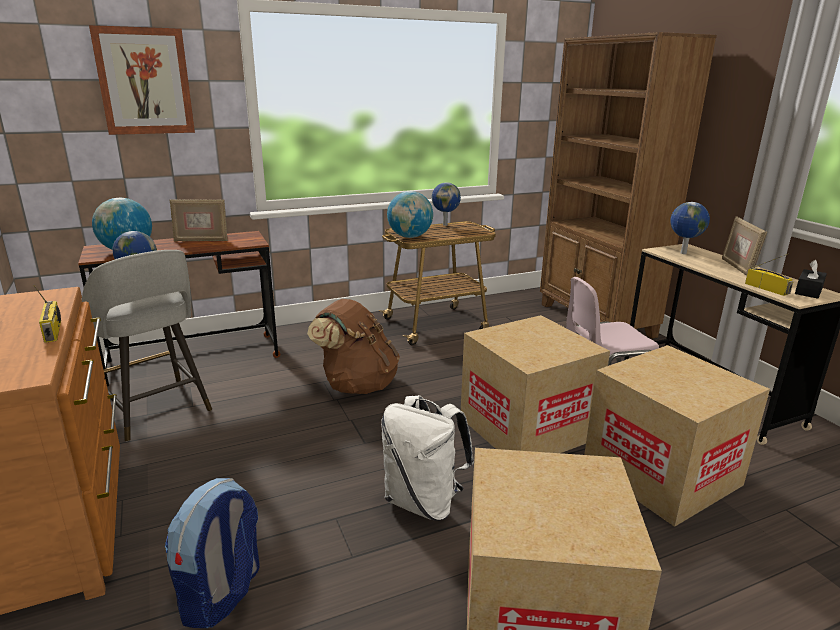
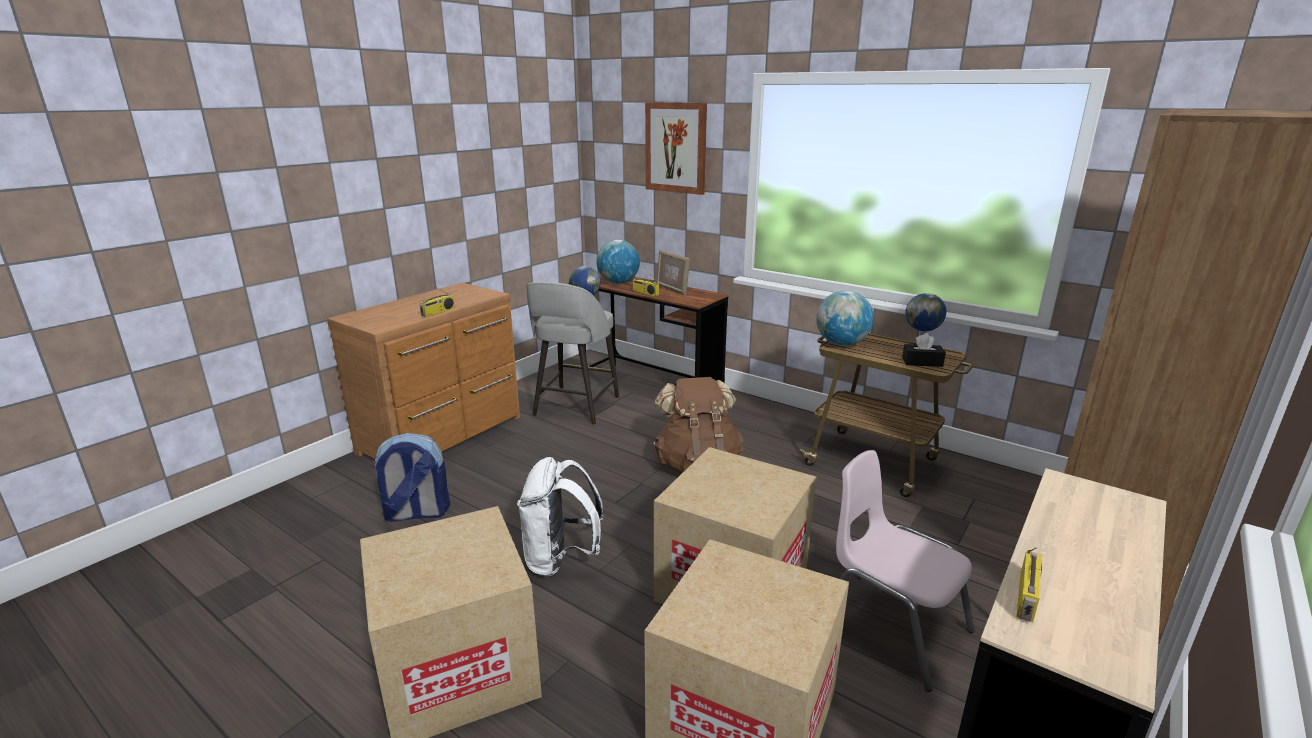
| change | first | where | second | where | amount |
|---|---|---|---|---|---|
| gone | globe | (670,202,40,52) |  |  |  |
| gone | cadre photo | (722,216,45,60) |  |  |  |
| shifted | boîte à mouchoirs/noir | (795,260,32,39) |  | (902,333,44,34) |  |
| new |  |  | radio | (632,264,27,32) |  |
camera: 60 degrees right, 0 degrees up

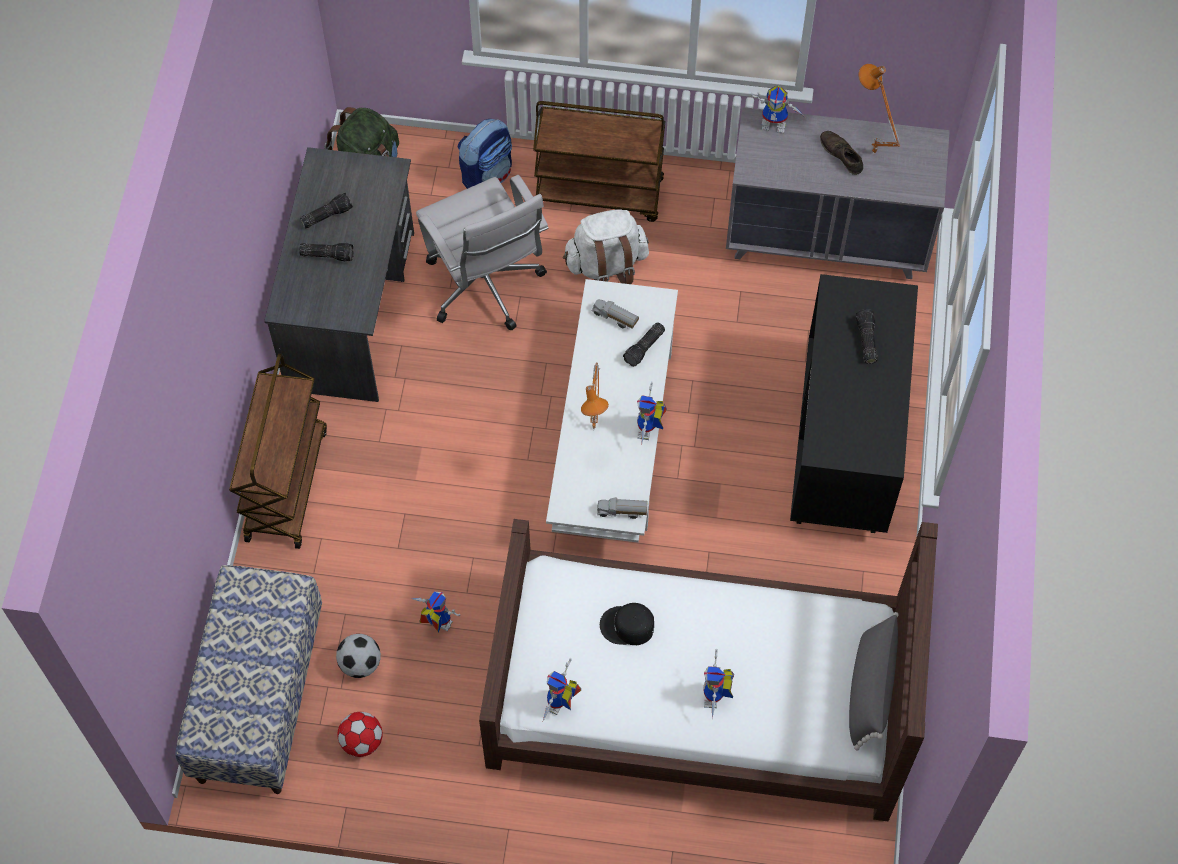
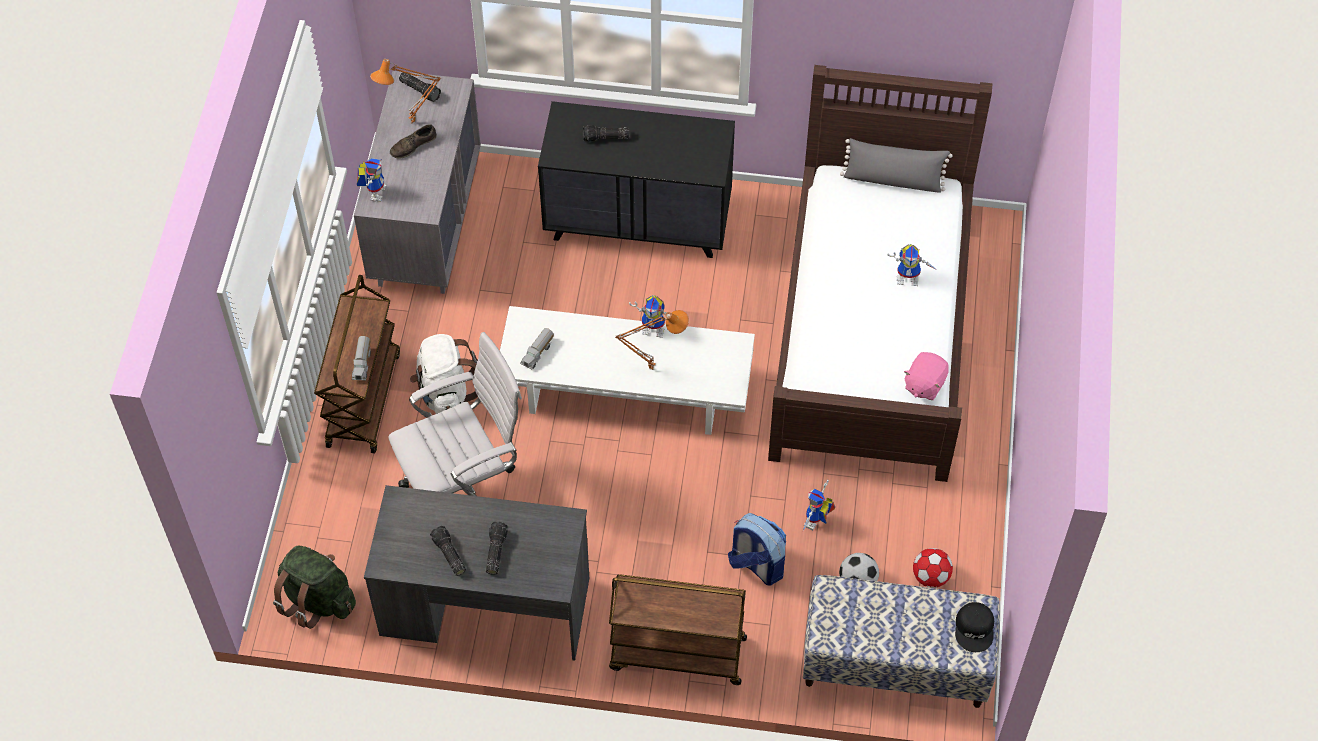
| change | first | where | second | where | amount |
|---|---|---|---|---|---|
| shifted | sac à dos | (458,119,54,70) |  | (728,513,58,73) |  |
| swapped | robot jouet | (542,658,39,65) | peluche/rose | (904,352,45,48) |  |
| shifted | camion jouet | (597,497,51,22) |  | (352,336,19,45) |  |
| shifted | casquette/noir | (600,603,54,42) |  | (955,602,39,50) |  |
| shifted | lampe de poche | (623,322,42,45) |  | (399,72,42,30) |  |
camera: 90 degrees left, 5 degrees down

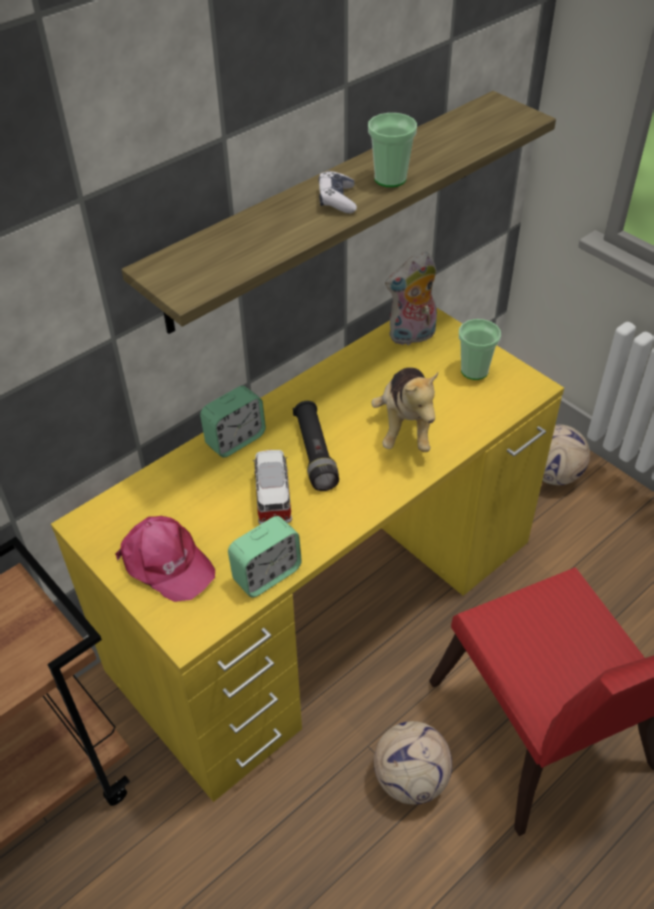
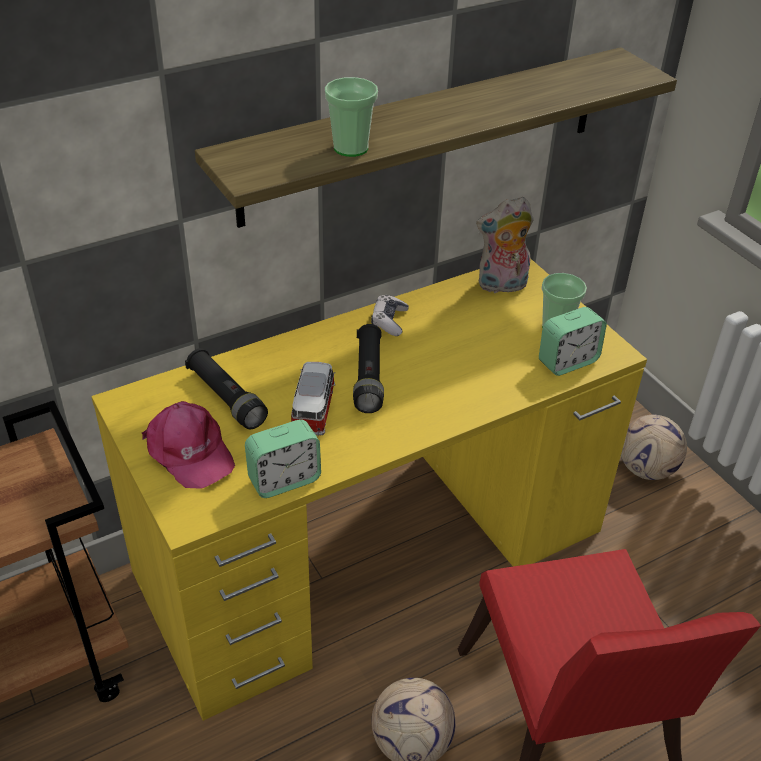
| change | first | where | second | where | amount |
|---|---|---|---|---|---|
| shifted | réveil | (200,386,66,72) |  | (539,307,68,69) |  |
| shifted | manette | (318,171,39,43) |  | (371,295,38,41) |  |
| shifted | tasse | (368,113,49,74) |  | (325,77,53,80) |  |
| gone | peluche | (371,367,67,85) |  |  |  |
| new |  |  | lampe de poche/noir | (185,348,83,81) |  |
camera: 10 degrees right, 5 degrees down

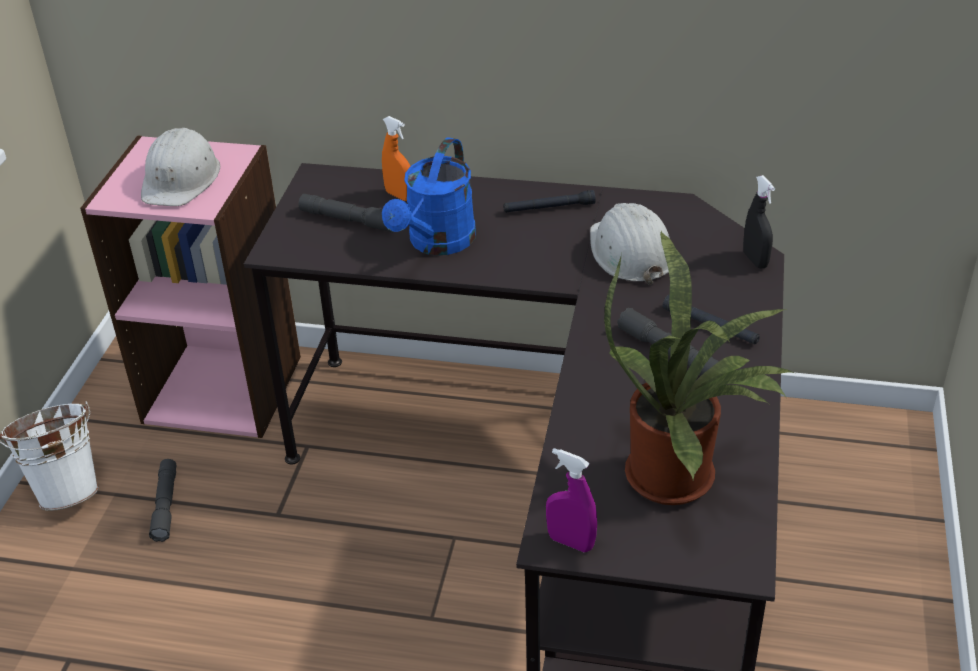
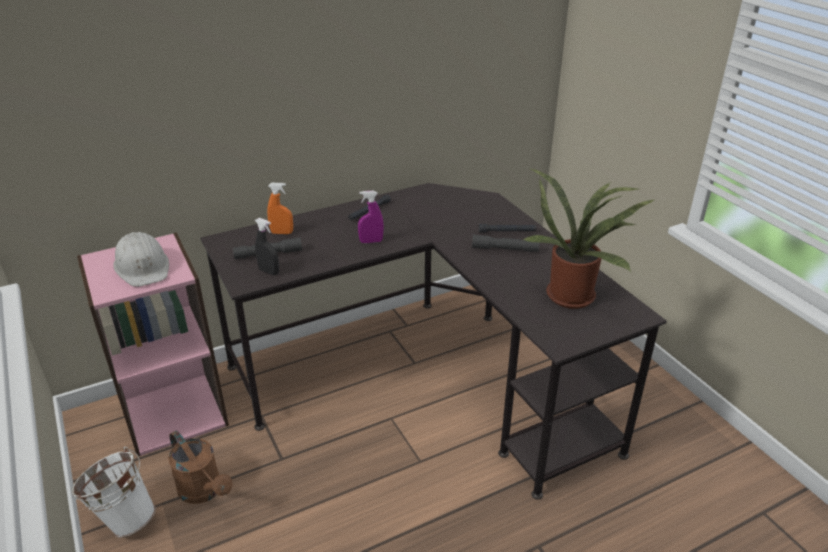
| change | first | where | second | where | amount |
|---|---|---|---|---|---|
| swapped | lampe de poche/gris | (149,459,27,83) | arrosoir/marron | (168,431,64,73) |  |
| gone | arrosoir/bleu | (382,137,94,118) |  |  |  |
| shifted | vaporisateur/violet | (546,448,51,104) |  | (358,191,26,52) |  |
| gone | casque de chantier/blanc | (590,203,79,82) |  |  |  |
| shifted | vaporisateur/noir | (743,175,32,94) |  | (255,218,24,57) |  |
camera: 40 degrees left, 5 degrees down

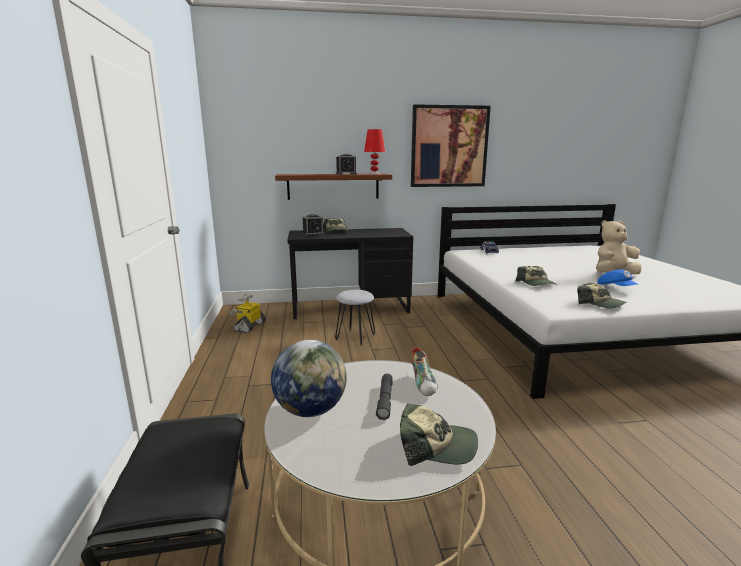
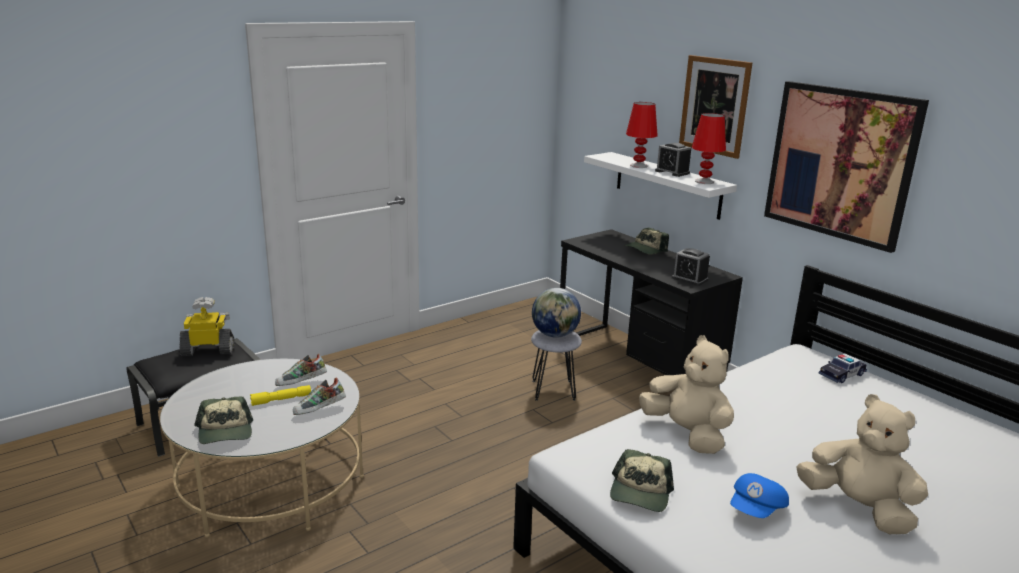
| change | first | where | second | where | amount |
|---|---|---|---|---|---|
| shifted | robot jouet | (230,294,36,39) |  | (180,297,54,59) |  |
| shifted | globe | (271,340,76,77) |  | (532,288,49,50) |  |
| repainted | étagère/marron | (275,174,117,26) | étagère/blanc | (584,152,153,68) |  |
| shifted | réveil | (302,214,23,22) |  | (672,248,38,38) |  |
| repainted | lampe de poche/gris | (376,374,17,46) | lampe de poche/jaune | (250,385,61,21) |  |
| swapped | casquette | (516,266,41,20) | peluche/beige | (639,335,95,119) |  |
| new |  |  | chaussure | (275,353,52,33) |  |
| new |  |  | lampe de table/rouge | (626,102,32,66) |  |
| new |  |  | tableau | (679,55,73,104) |  |
camera: 60 degrees right, 5 degrees up

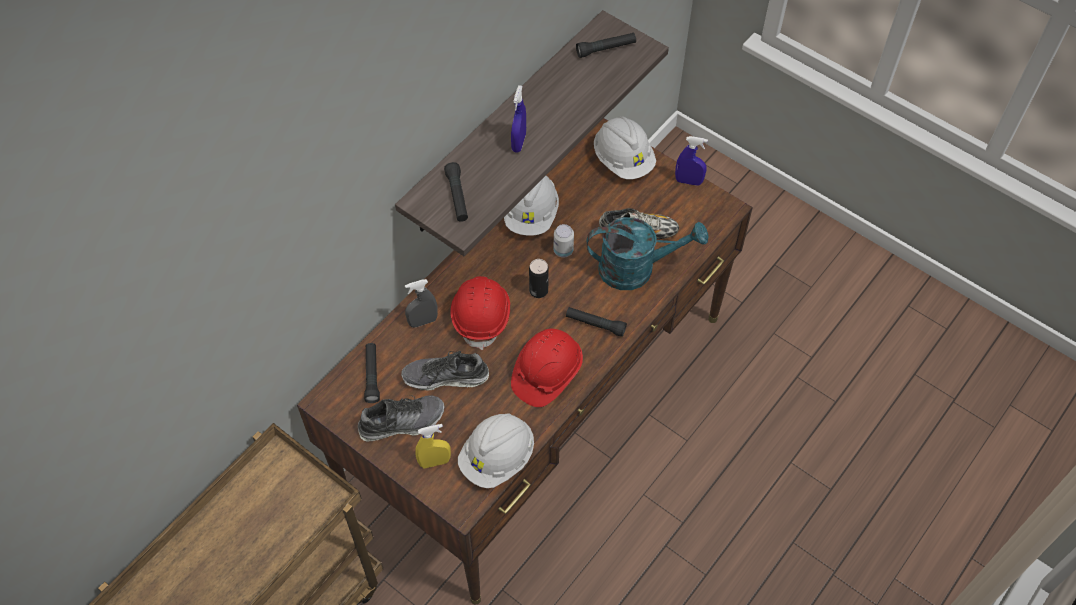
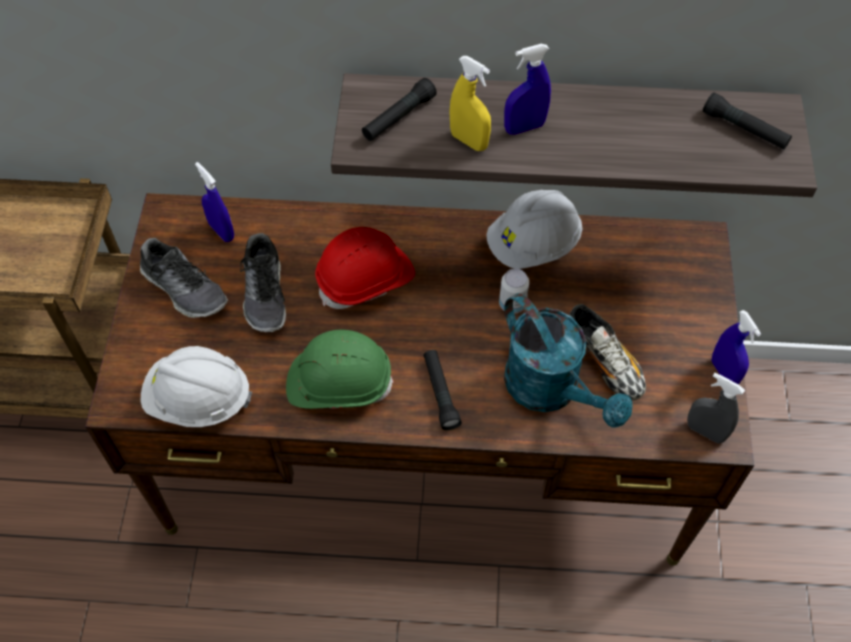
| change | first | where | second | where | amount |
|---|---|---|---|---|---|
| swapped | lampe de poche/noir | (364,343,16,60) | vaporisateur/bleu | (195,162,39,80) |  |
| rotated | chaussure | (401,351,88,39) |  | (240,233,46,99) | 150 degrees counterclockwise |
| shifted | vaporisateur/gris | (405,279,33,49) |  | (687,373,58,71) |  |
| shifted | vaporisateur/jaune | (415,424,36,44) |  | (449,56,42,95) |  |
| repainted | casque de chantier/rouge | (511,329,72,78) | casque de chantier/vert | (286,330,108,79) |  |
| gone | boîte métallique | (529,259,20,39) |  |  |  |
| gone | casque de chantier/blanc | (594,116,62,63) |  |  |  |
camera: 55 degrees right, 0 degrees up

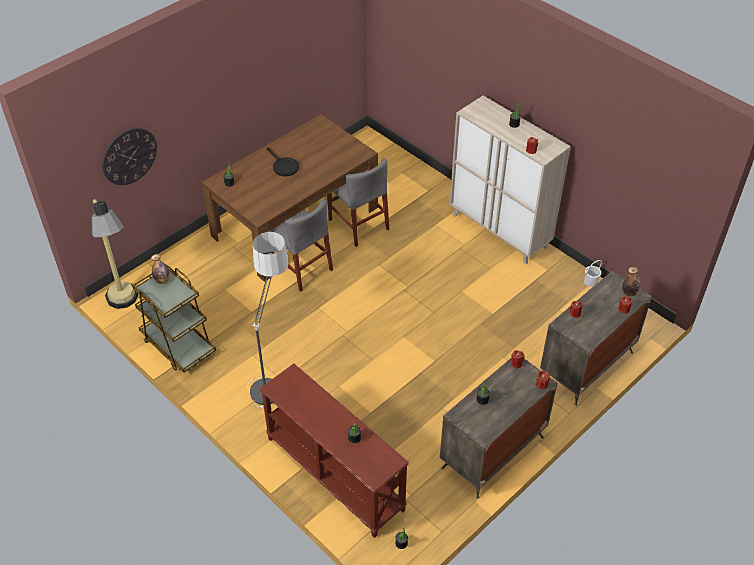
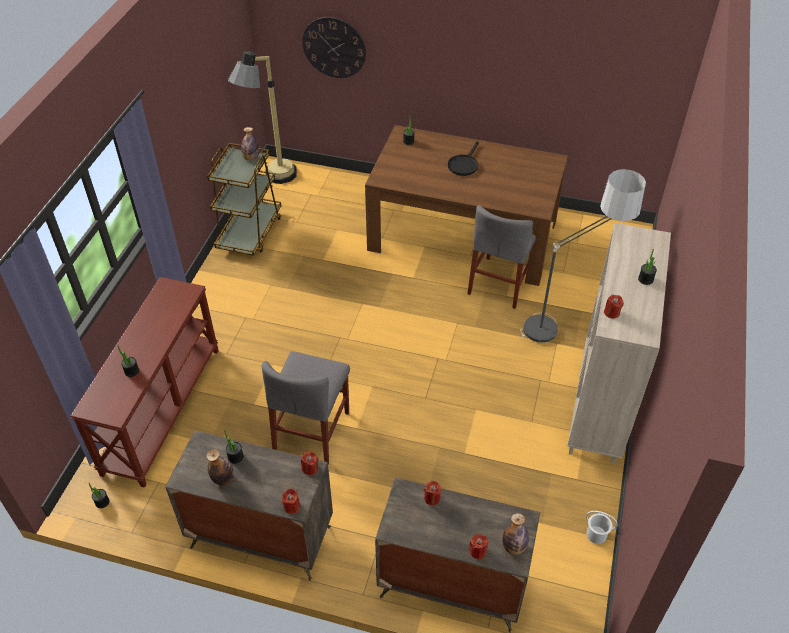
| change | first | where | second | where | amount |
|---|---|---|---|---|---|
| shifted | lampadaire | (247,232,41,176) |  | (521,169,125,174) |  |
| shifted | chaise/gris | (269,199,64,93) |  | (262,351,88,114) |  |
| new |  |  | bouteille | (206,449,28,36) |  |
camera: 60 degrees right, 0 degrees up

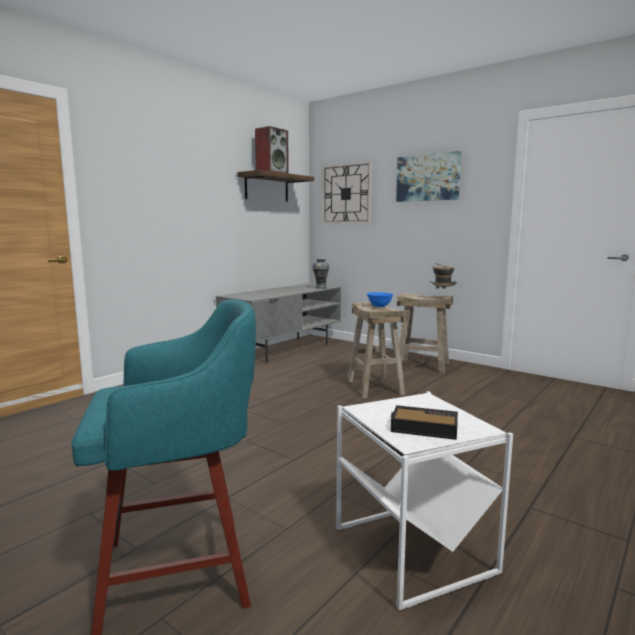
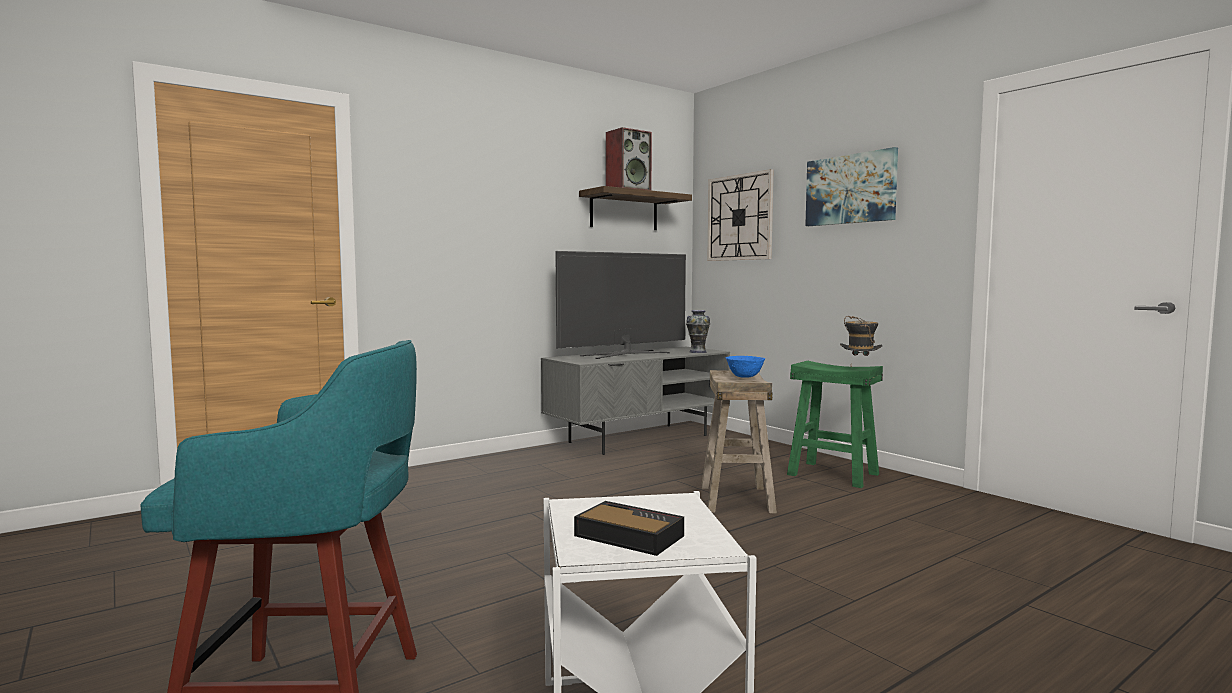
| change | first | where | second | where | amount |
|---|---|---|---|---|---|
| repainted | tabouret/beige | (397,293,56,81) | tabouret/vert | (787,361,96,127) |  |
| new |  |  | téléviseur | (555,251,131,108) |  |
camera: 15 degrees right, 5 degrees down

